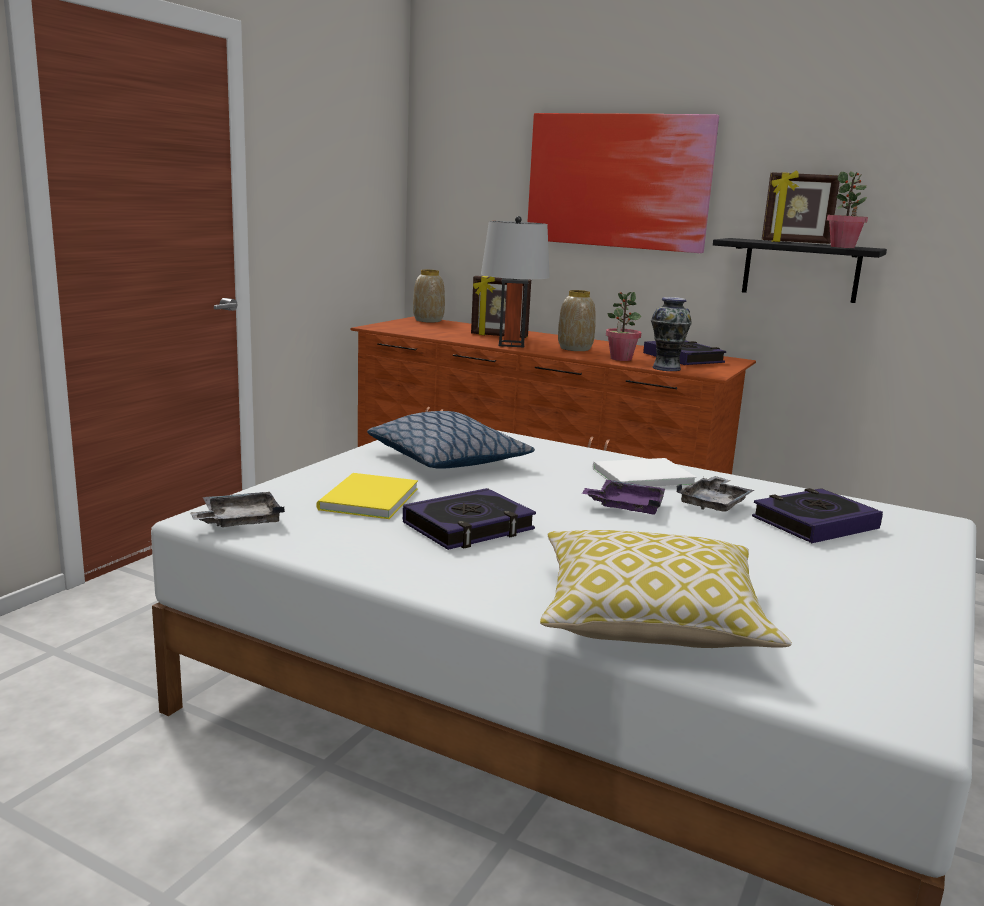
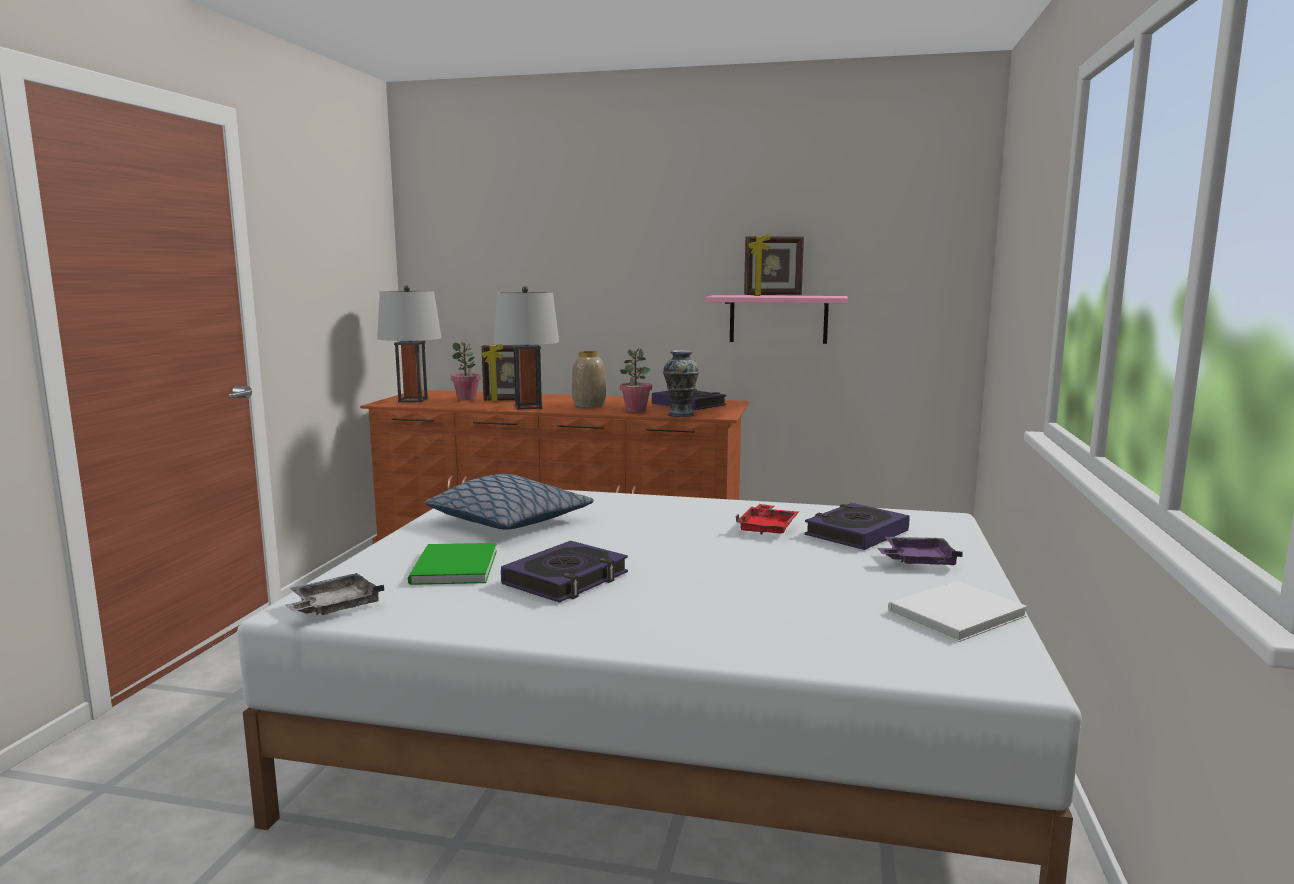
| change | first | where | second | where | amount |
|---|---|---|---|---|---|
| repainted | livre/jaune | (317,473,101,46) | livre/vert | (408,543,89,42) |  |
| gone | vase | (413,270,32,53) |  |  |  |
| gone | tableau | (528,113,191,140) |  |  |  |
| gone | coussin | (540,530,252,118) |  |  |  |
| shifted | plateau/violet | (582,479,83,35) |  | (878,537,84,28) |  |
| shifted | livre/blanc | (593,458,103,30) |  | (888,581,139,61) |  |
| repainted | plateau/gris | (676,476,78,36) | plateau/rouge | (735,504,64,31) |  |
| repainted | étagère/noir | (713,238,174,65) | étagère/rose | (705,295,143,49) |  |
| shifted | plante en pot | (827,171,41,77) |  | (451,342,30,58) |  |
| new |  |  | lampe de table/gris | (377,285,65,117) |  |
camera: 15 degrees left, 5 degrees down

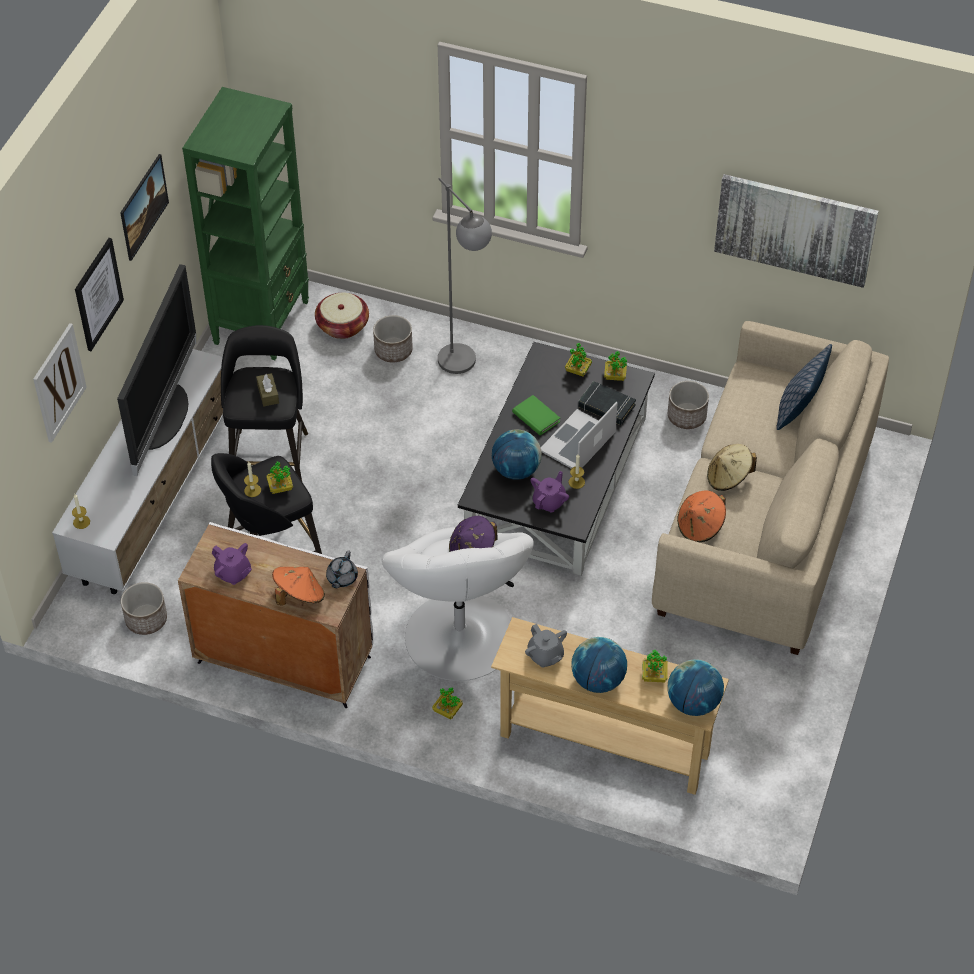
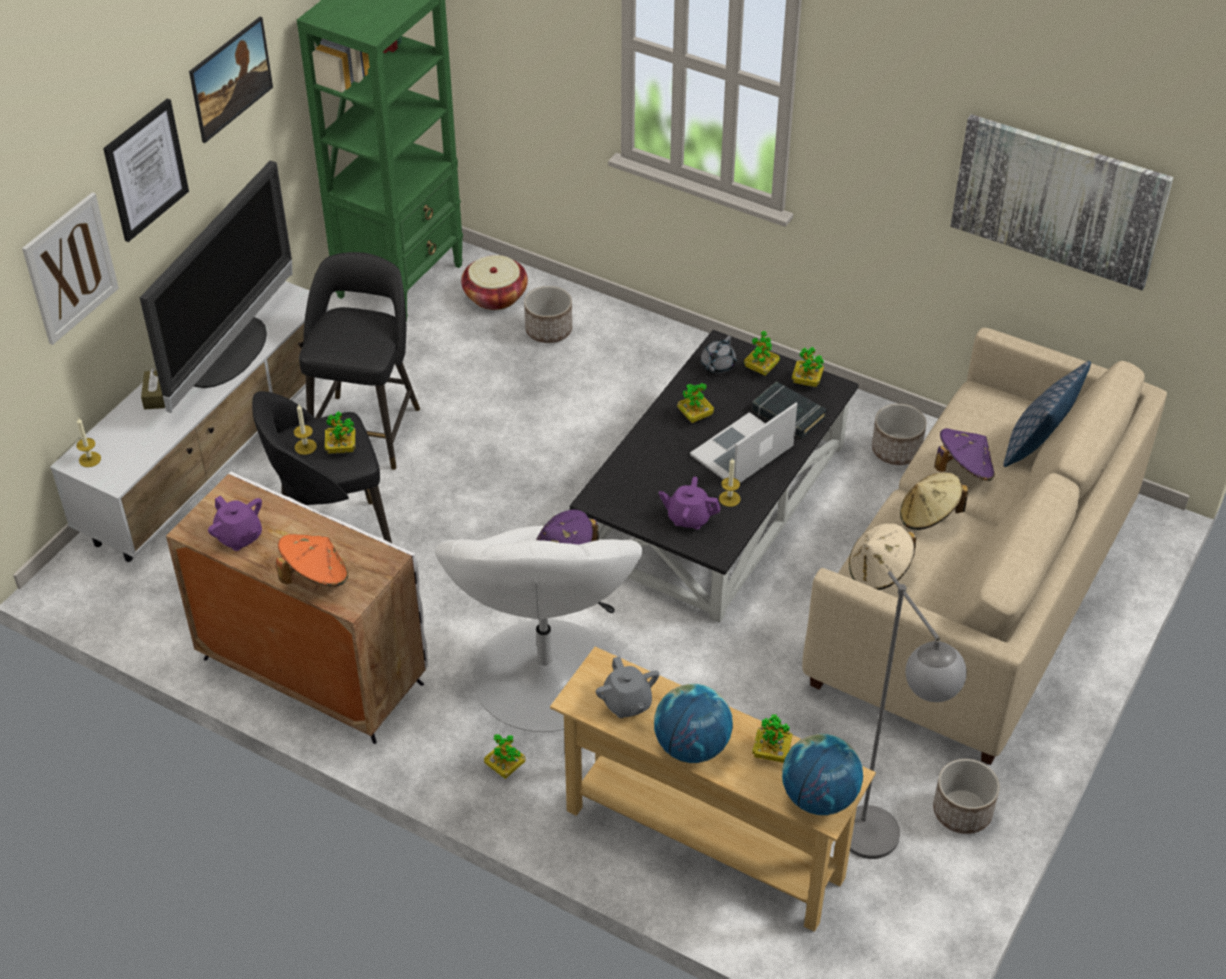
| change | first | where | second | where | amount |
|---|---|---|---|---|---|
| shifted | cache-pot | (121,582,46,53) |  | (933,759,67,75) |  |
| shifted | boîte à mouchoirs/marron | (256,373,23,34) |  | (141,368,24,41) |  |
| shifted | théière/gris | (326,550,32,38) |  | (701,336,35,37) |  |
| shifted | lampadaire/gris | (438,178,54,196) |  | (850,571,117,288) |  |
| gone | globe | (492,429,50,51) |  |  |  |
| swapped | livre/vert | (512,395,48,40) | plante en pot | (677,383,37,40) |  |
| rotated | théière/violet | (531,471,38,42) |  | (659,477,61,52) | 120 degrees counterclockwise |
| repainted | chapeau/orange | (677,490,49,52) | chapeau/beige | (849,523,67,67) |  |
| new |  |  | chapeau/violet | (934,428,61,53) |  |
camera: 10 degrees right, 5 degrees down

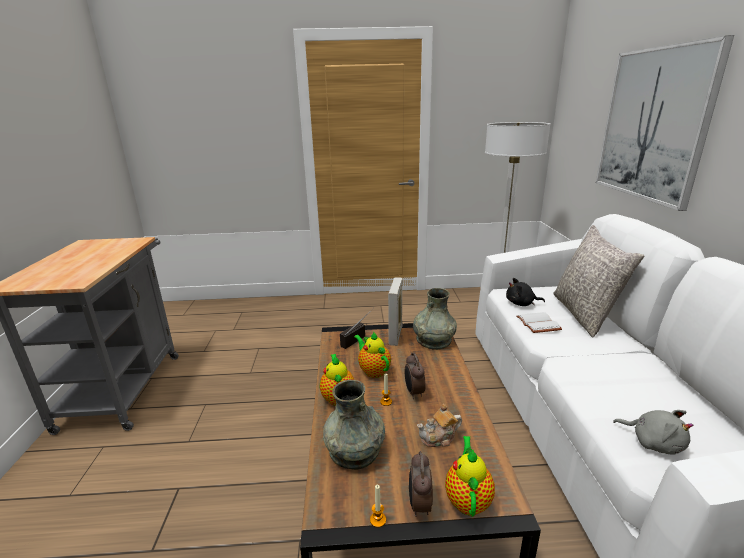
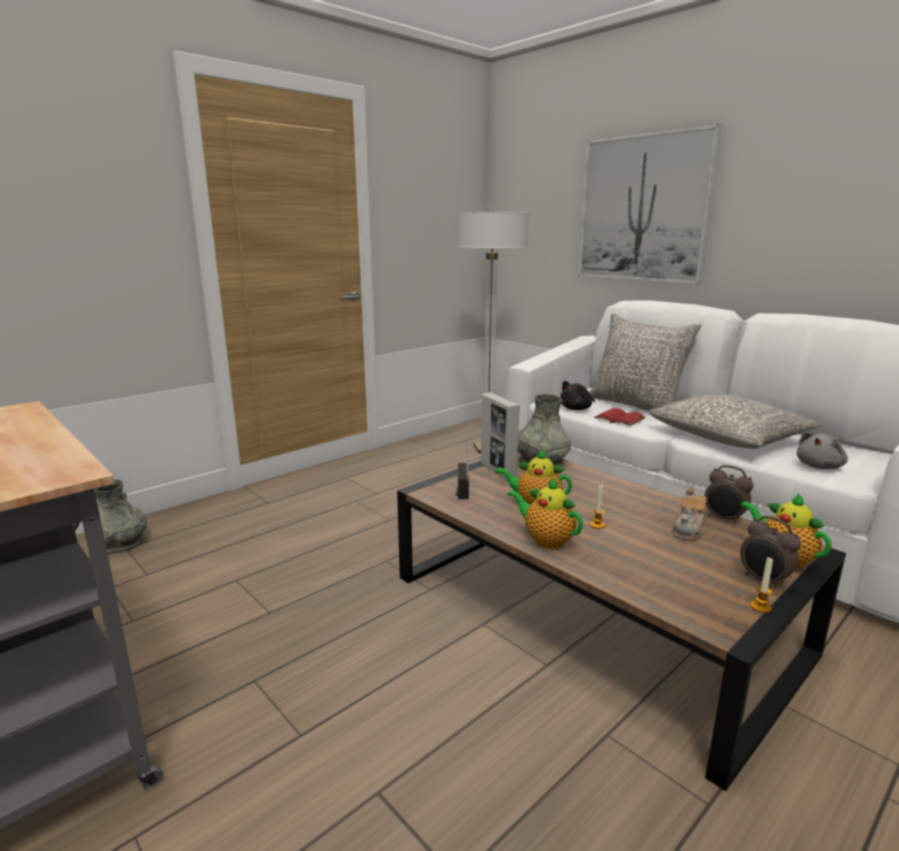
| change | first | where | second | where | amount |
|---|---|---|---|---|---|
| shifted | vase/gris | (323,380,62,90) |  | (94,480,53,73) |  |
| shifted | réveil | (405,353,20,46) |  | (704,465,49,60) |  |
| repainted | livre/blanc | (516,312,46,21) | livre/rouge | (594,408,51,18) |  |
| rotated | peluche/gris | (613,410,80,45) |  | (796,431,52,38) | 135 degrees clockwise |
| new |  |  | coussin/gris | (649,394,173,55) |  |
camera: 40 degrees left, 5 degrees down

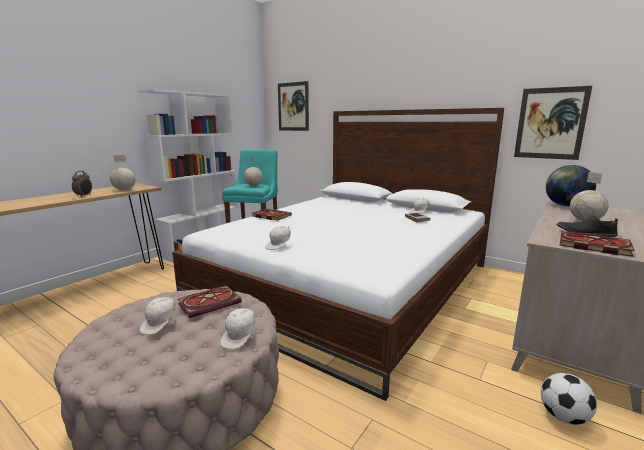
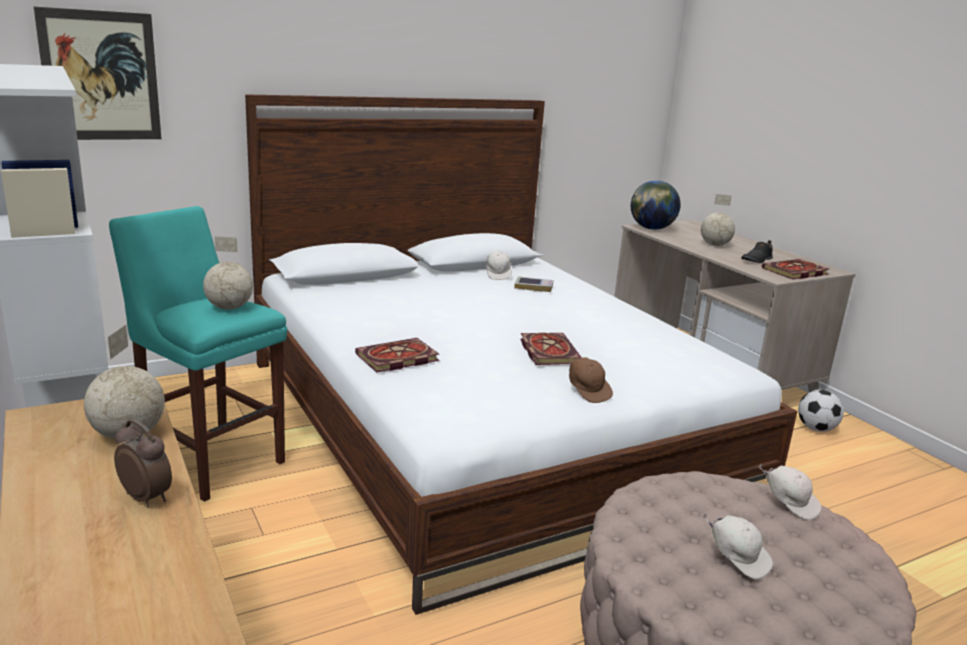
| change | first | where | second | where | amount |
|---|---|---|---|---|---|
| shifted | livre | (178,285,64,33) |  | (520,332,62,33) |  |
| repainted | casquette/blanc | (265,226,26,24) | casquette/marron | (567,356,46,47) |  |
| gone | tableau | (514,86,78,74) |  |  |  |
camera: 65 degrees left, 5 degrees up

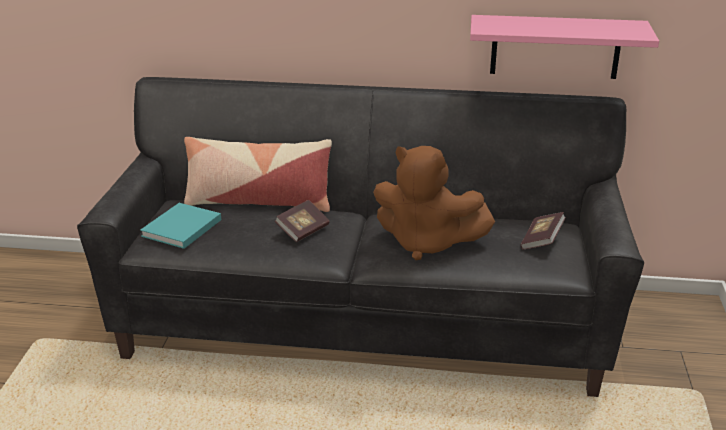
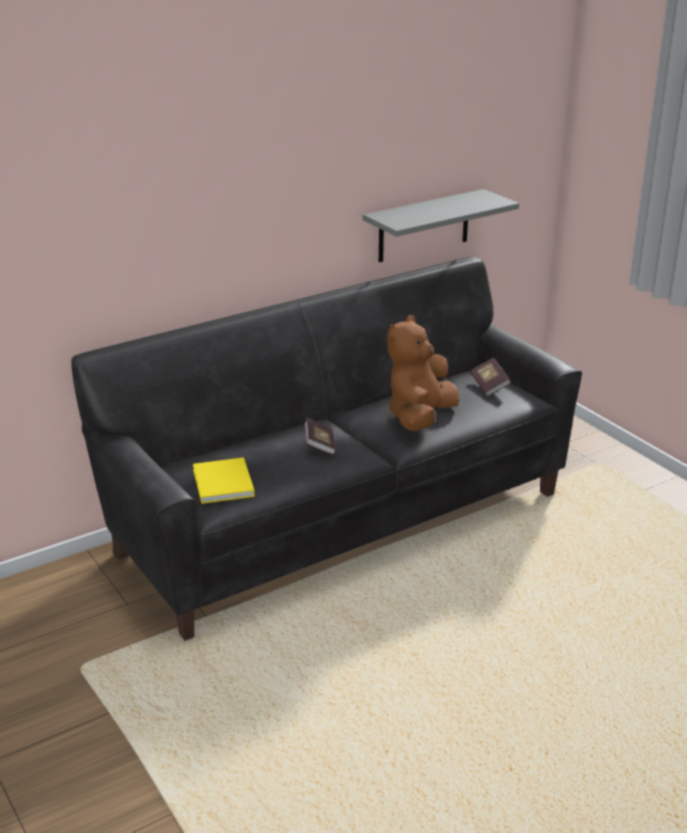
| change | first | where | second | where | amount |
|---|---|---|---|---|---|
| repainted | livre/turquoise | (140,203,81,46) | livre/jaune | (193,457,62,47) |  |
| gone | coussin | (184,137,148,75) |  |  |  |
| rotated | peluche/marron | (373,146,122,114) |  | (387,315,72,117) | 135 degrees clockwise |
| repainted | étagère/rose | (470,15,189,64) | étagère/gris | (363,189,156,73) |  |
camera: 40 degrees left, 0 degrees up

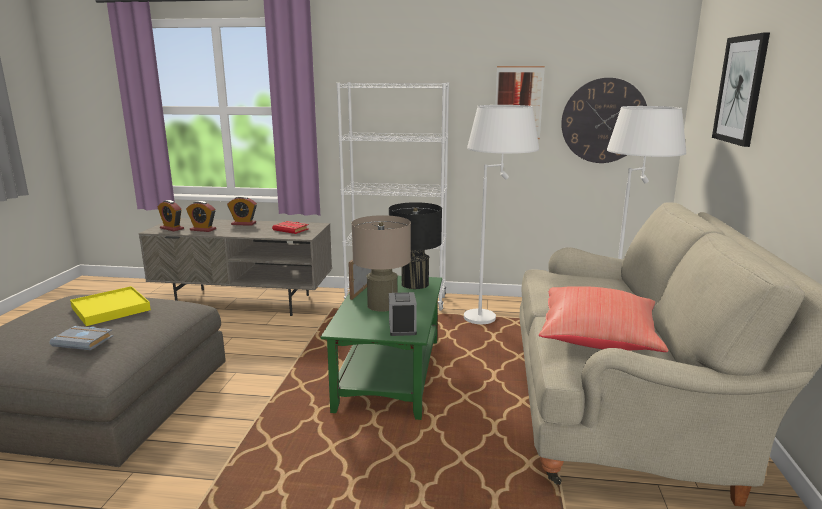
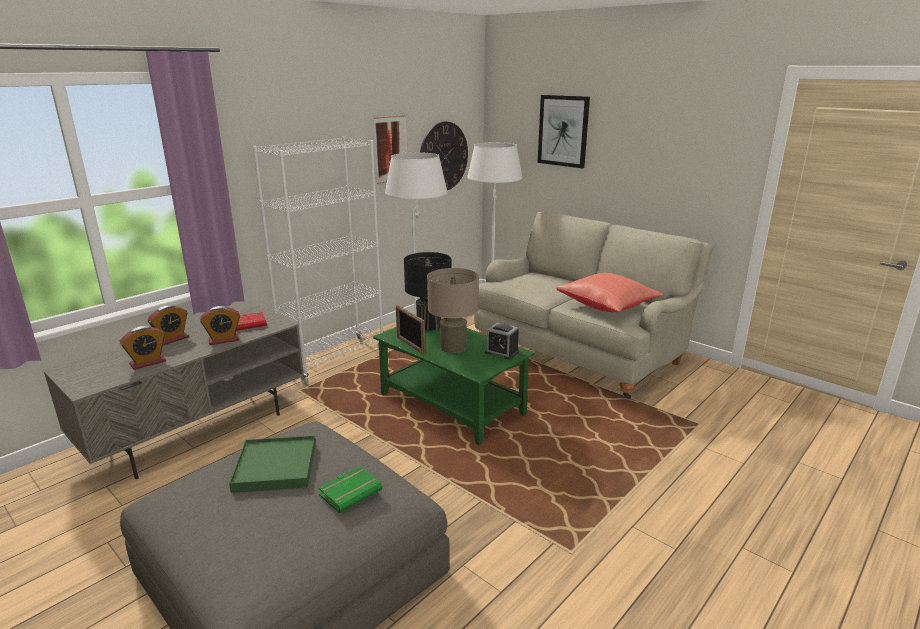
| change | first | where | second | where | amount |
|---|---|---|---|---|---|
| repainted | livre/gris | (50,326,63,24) | livre/vert | (318,466,65,47) |  |
| repainted | plateau/jaune | (70,286,81,40) | plateau/vert | (229,436,87,57) |  |
| shifted | réveil | (158,200,26,31) |  | (200,306,40,39) |  |
camera: 55 degrees left, 5 degrees up

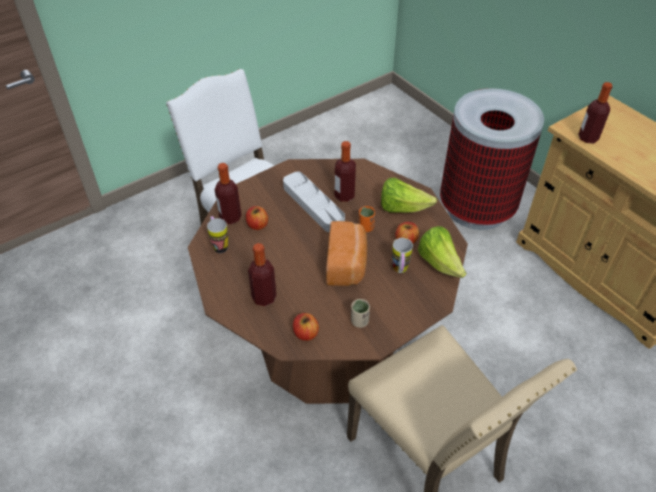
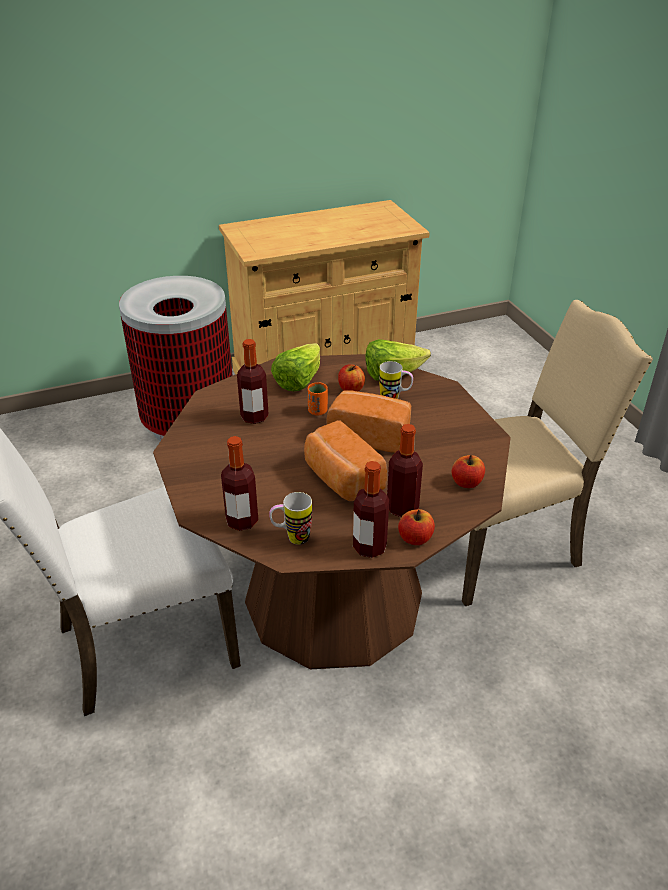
| change | first | where | second | where | amount |
|---|---|---|---|---|---|
| shifted | pomme | (246,206,22,24) |  | (398,509,37,36) |  |
| gone | plateau/gris | (283,172,62,60) |  |  |  |
| gone | tasse/beige | (351,299,19,29) |  |  |  |
| shifted | bouteille | (578,82,35,61) |  | (353,461,36,97) |  |
| new |  |  | pain | (304,420,83,81) |  |
camera: 75 degrees left, 10 degrees down

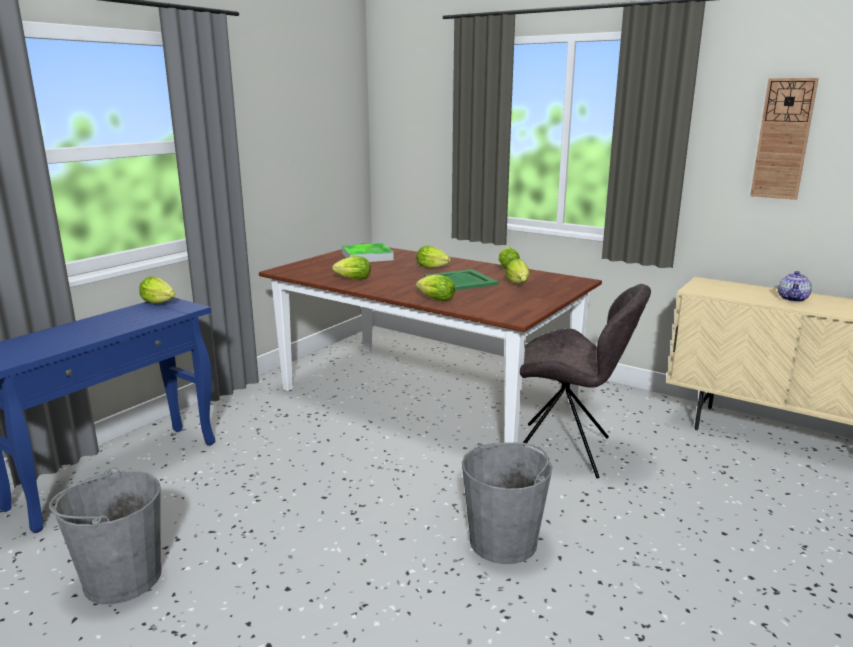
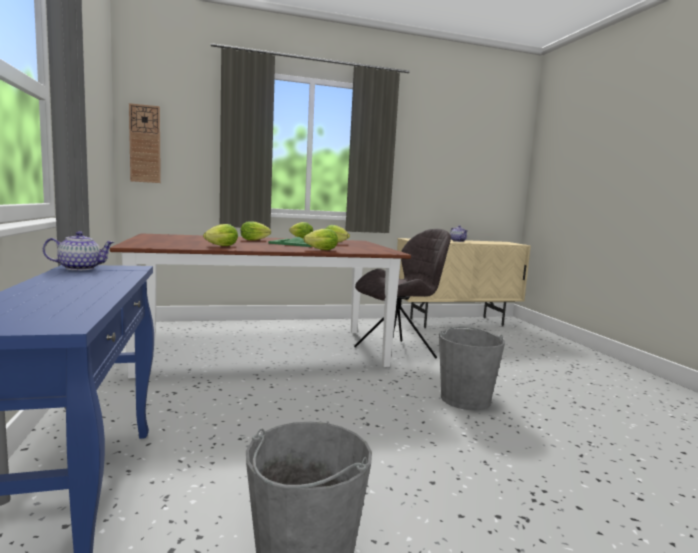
| change | first | where | second | where | amount |
|---|---|---|---|---|---|
| swapped | laitue | (139,277,36,27) | théière | (43,231,72,39) |  |
| gone | plateau | (342,243,52,19) |  |  |  |
| shifted | horloge murale | (750,78,69,122) |  | (129,103,32,80) |  |
camera: 50 degrees left, 10 degrees down

